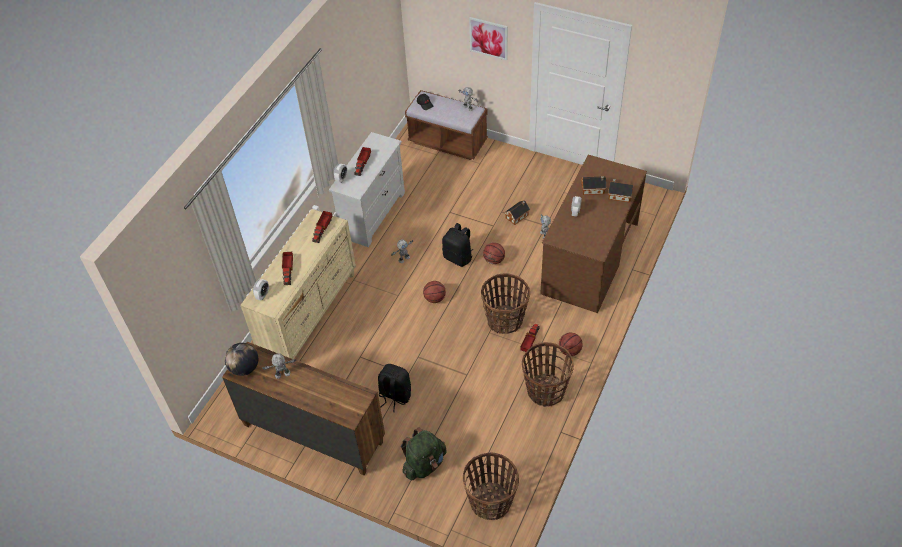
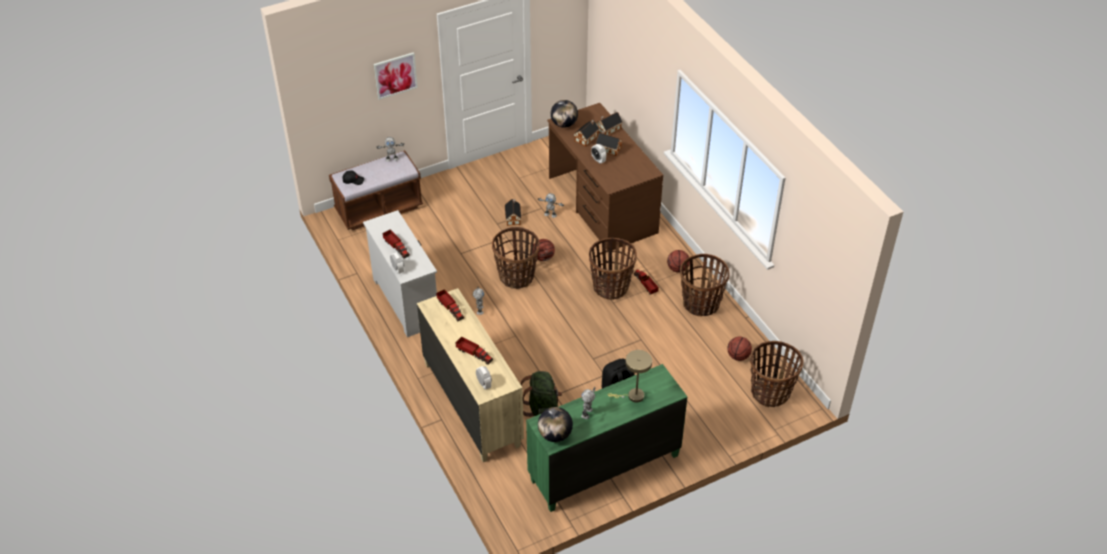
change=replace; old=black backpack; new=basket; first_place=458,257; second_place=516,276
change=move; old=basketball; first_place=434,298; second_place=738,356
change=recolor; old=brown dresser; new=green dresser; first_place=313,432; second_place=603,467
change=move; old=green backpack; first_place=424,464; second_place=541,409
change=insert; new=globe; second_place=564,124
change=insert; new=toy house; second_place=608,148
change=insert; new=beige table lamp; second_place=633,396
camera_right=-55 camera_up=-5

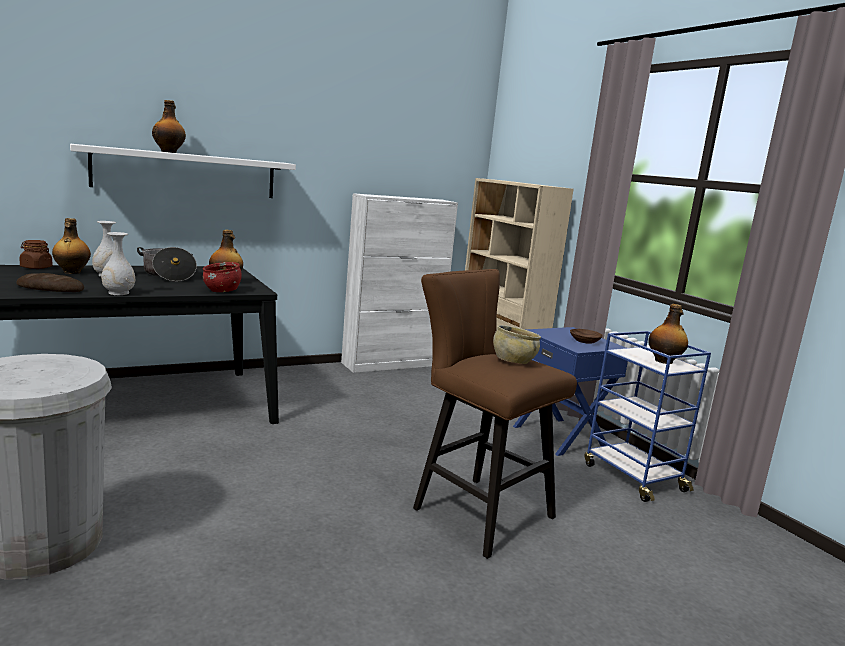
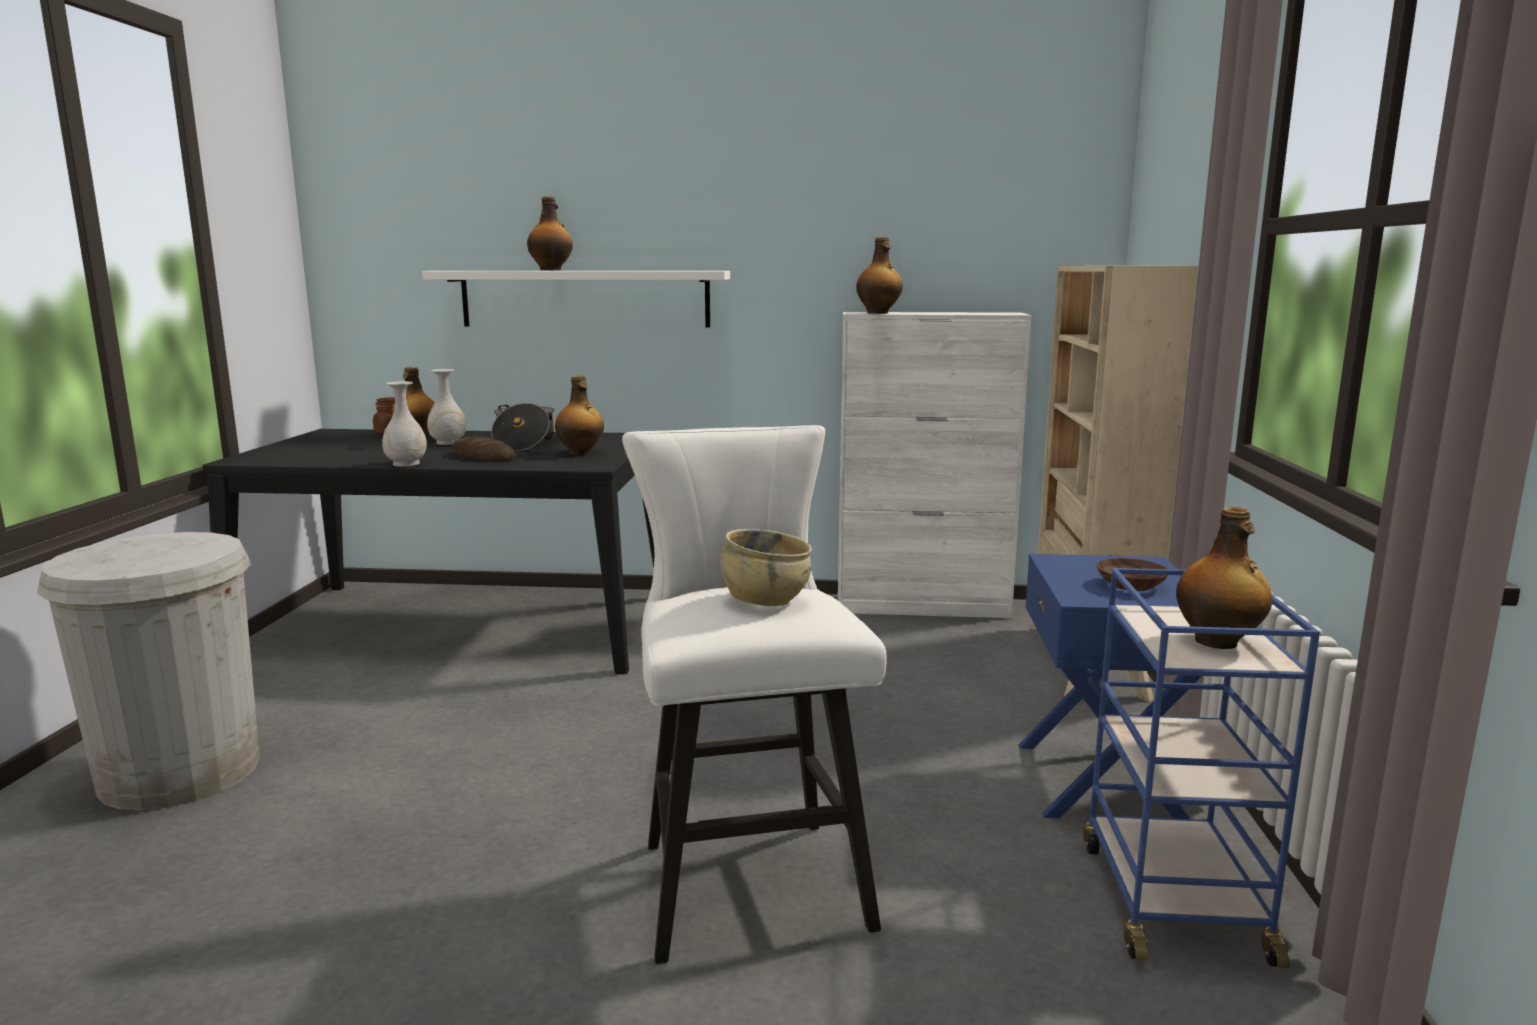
change=delete; old=red bowl; first_place=222,290
change=recolor; old=brown stool; new=white stool; first_place=475,510; second_place=747,875
change=move; old=bread; first_place=50,288; second_place=482,456
change=insert; new=bottle; second_place=878,313
camera_right=35 camera_up=0

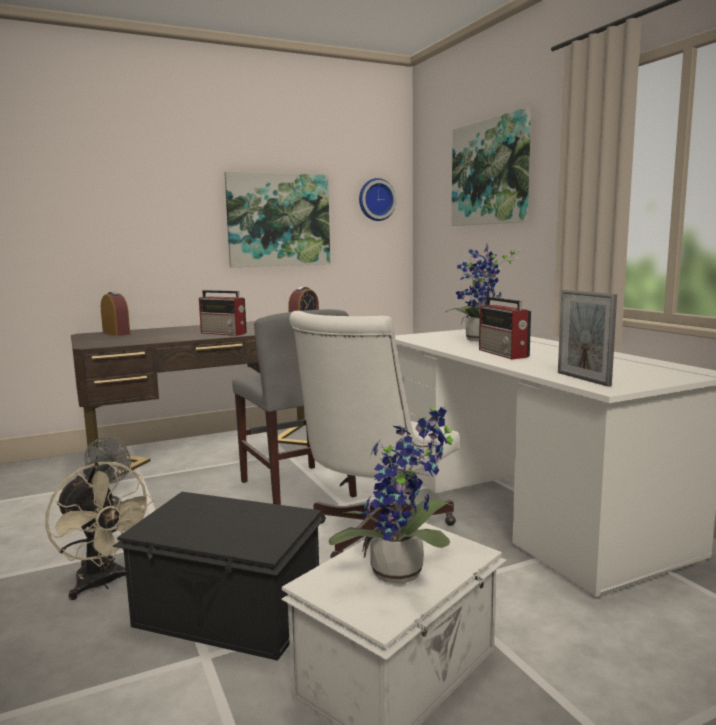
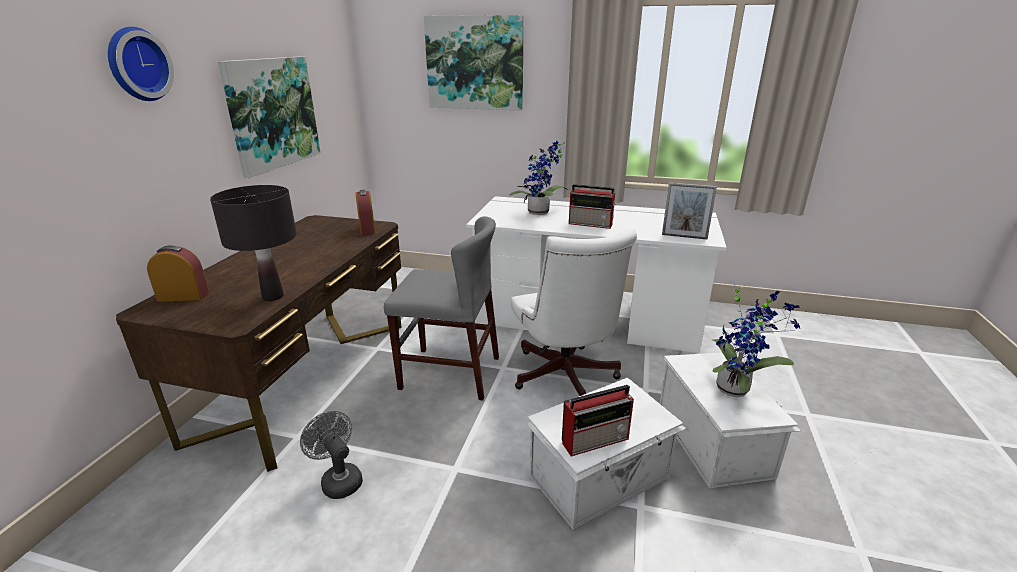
change=move; old=wall clock; first_place=376,200; second_place=136,64
change=move; old=radio; first_place=224,333; second_place=596,440
change=delete; old=beige fan; first_place=102,584
change=recolor; old=black storage box; new=white storage box; first_place=228,615; second_place=601,478
change=insert; new=black table lamp; second_place=273,296
camera_right=-50 camera_up=15

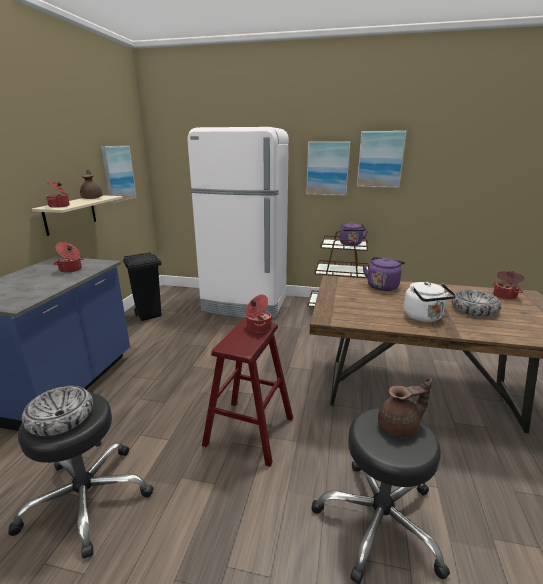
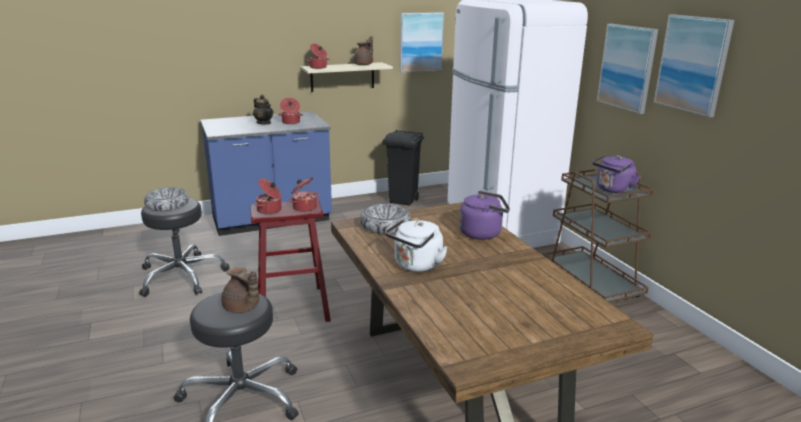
change=move; old=cooking pot; first_place=505,296; second_place=270,210
change=move; old=bowl; first_place=474,309; second_place=385,226
change=insert; new=teapot; second_place=264,123
camera_right=55 camera_up=0

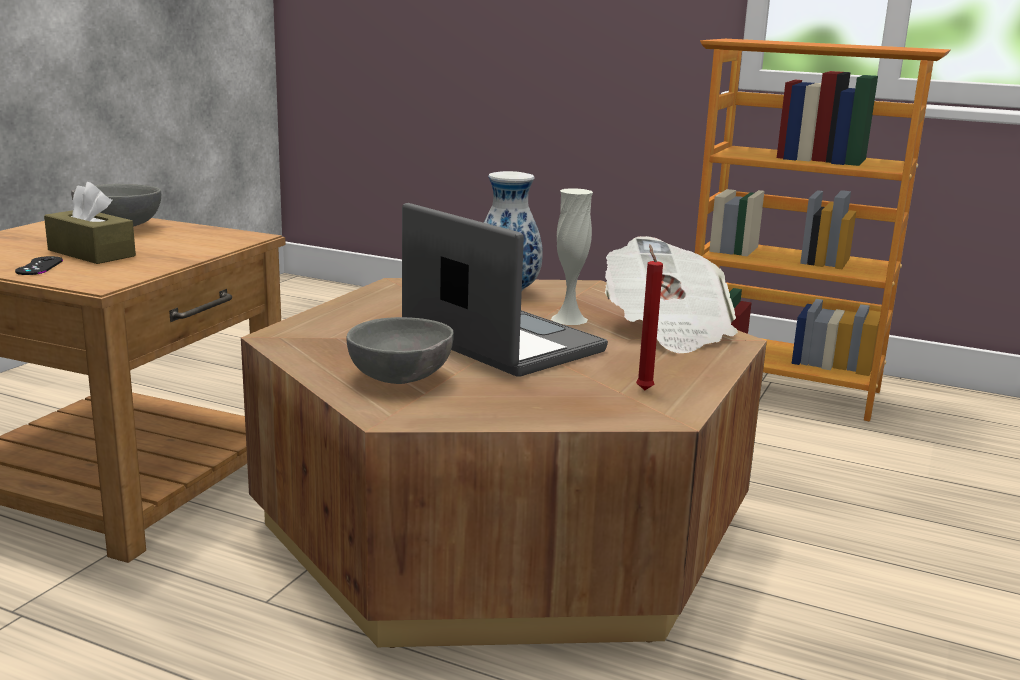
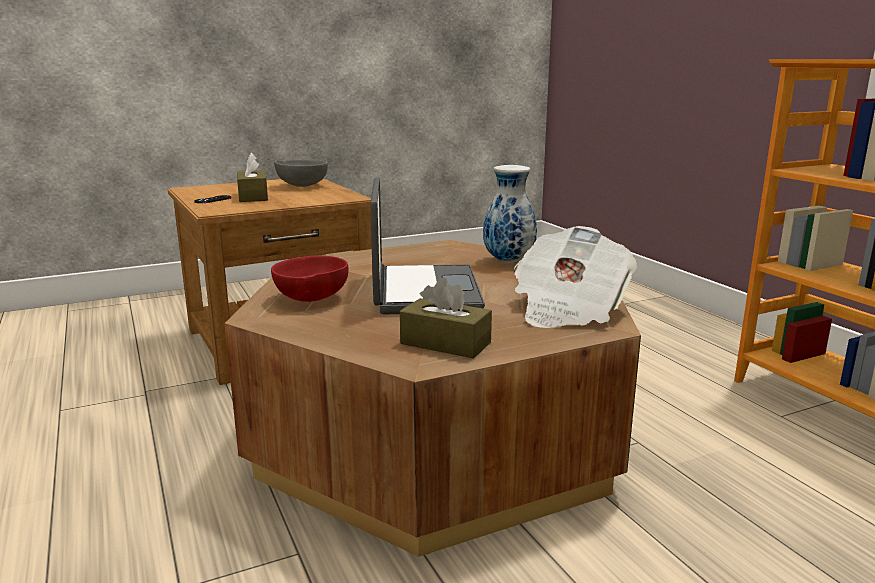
change=delete; old=white vase; first_place=569,319
change=replace; old=red candle; new=brown tissue box; first_place=643,389; second_place=445,343
change=recolor; old=grey bowl; new=red bowl; first_place=401,380; second_place=311,299
camera_right=40 camera_up=0

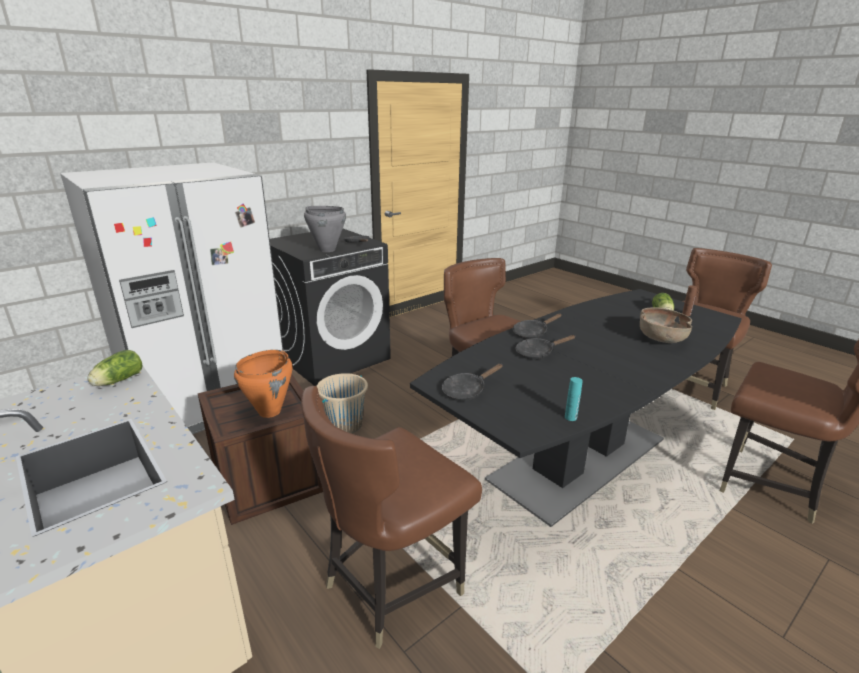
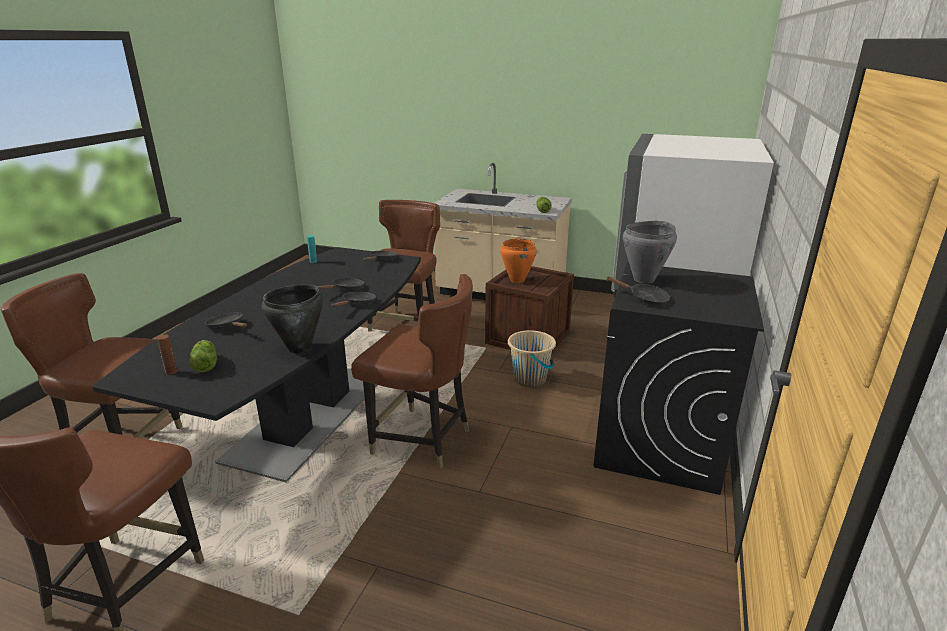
change=replace; old=brown bowl; new=black frying pan; first_place=660,339; second_place=227,326
change=insert; new=black cooking pot; second_place=300,348
camera_right=150 camera_up=0

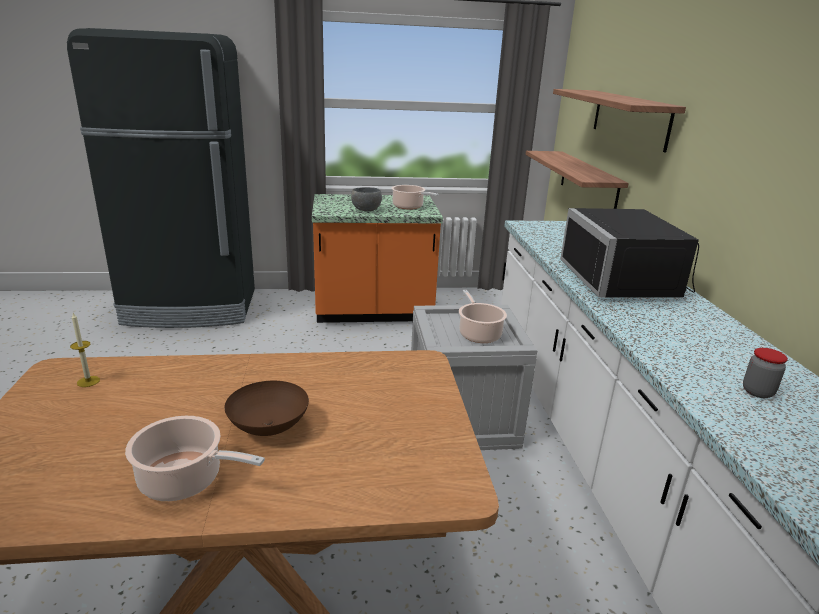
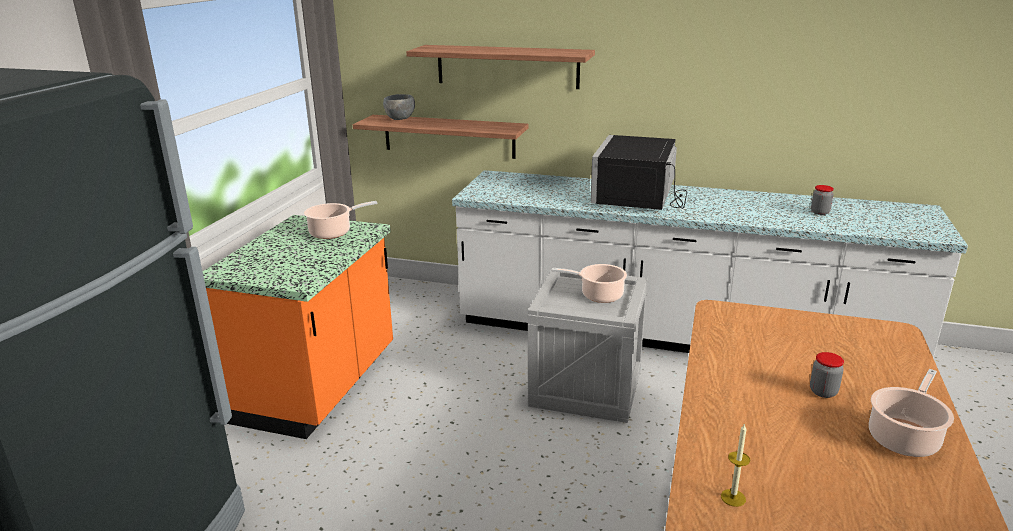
change=move; old=grey bowl; first_place=366,210; second_place=400,119
change=rotate; old=black microwave; first_place=626,281; second_place=640,196; degrees=90
change=replace; old=brown bowl; new=jar; first_place=269,427; second_place=823,392
camera_right=-65 camera_up=0

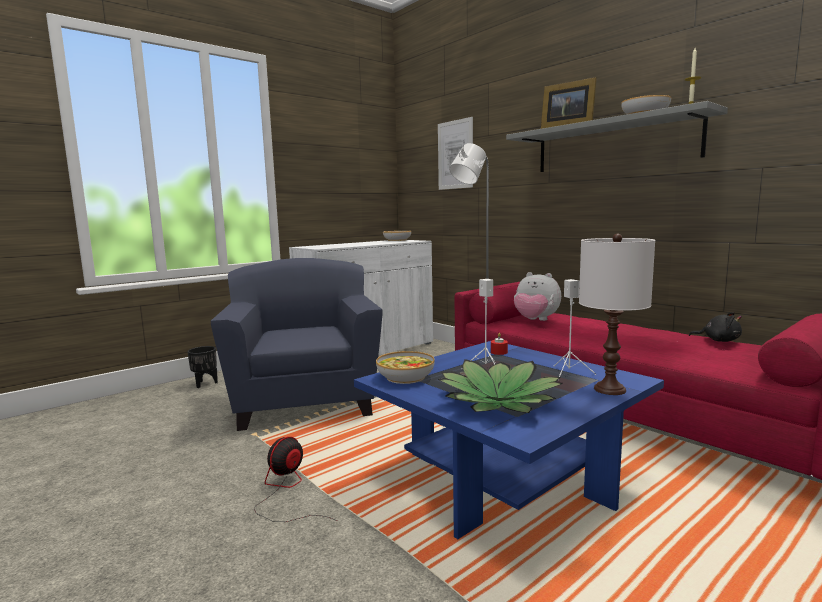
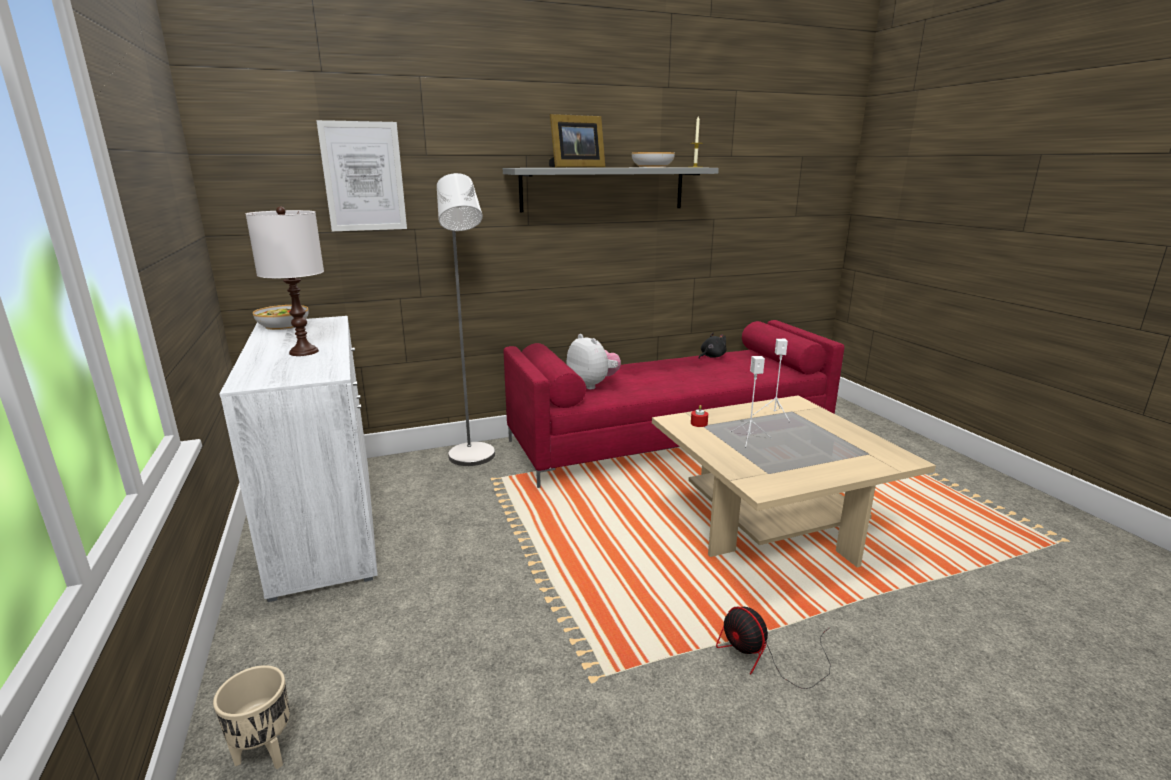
change=move; old=white table lamp; first_place=609,389; second_place=304,352
change=delete; old=blue armchair; first_place=305,400
change=rotate; old=plush toy; first_place=535,320; second_place=593,385; degrees=-90
change=recolor; old=blue coffee table; new=beige coffee table; first_place=504,479; second_place=771,522
change=recolor; old=black planter; new=beige planter; first_place=204,384; second_place=265,754
change=delete; old=bowl; first_place=405,377
change=delete; old=potted plant; first_place=498,400
camera_right=-70 camera_up=10

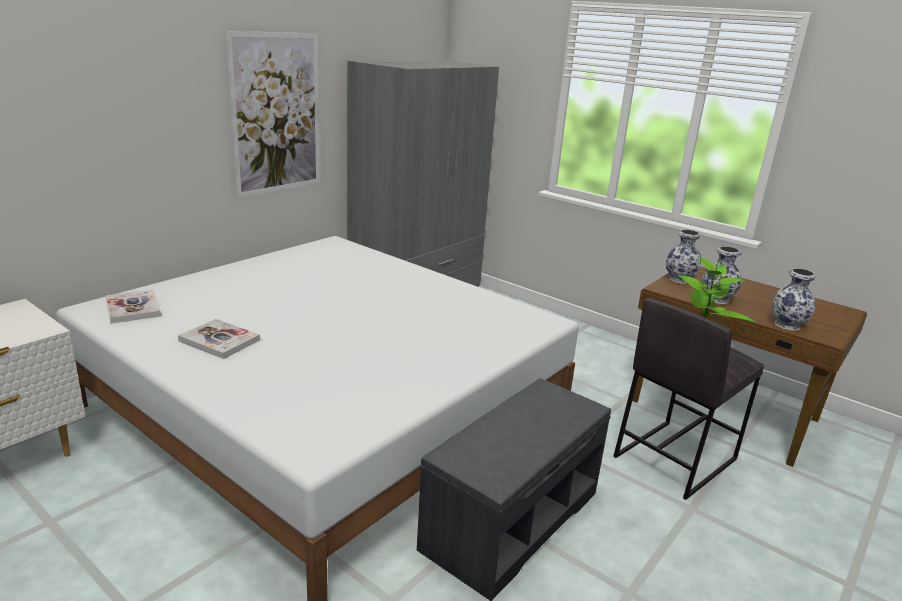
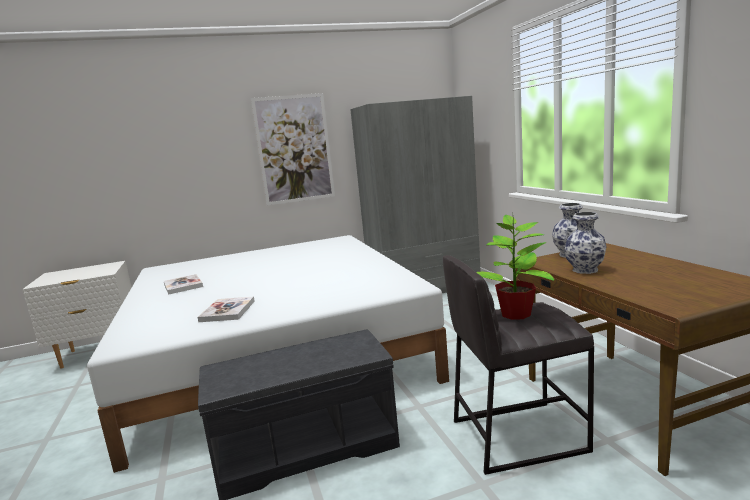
change=delete; old=vase; first_place=788,325
change=move; old=book; first_place=133,308; second_place=227,311
camera_right=35 camera_up=-10

